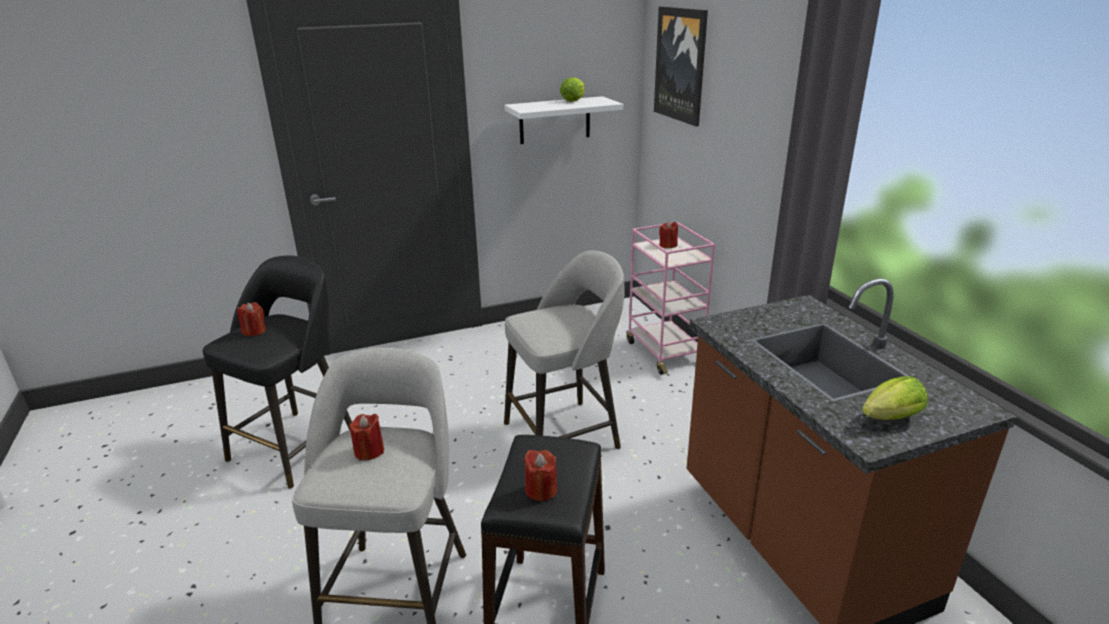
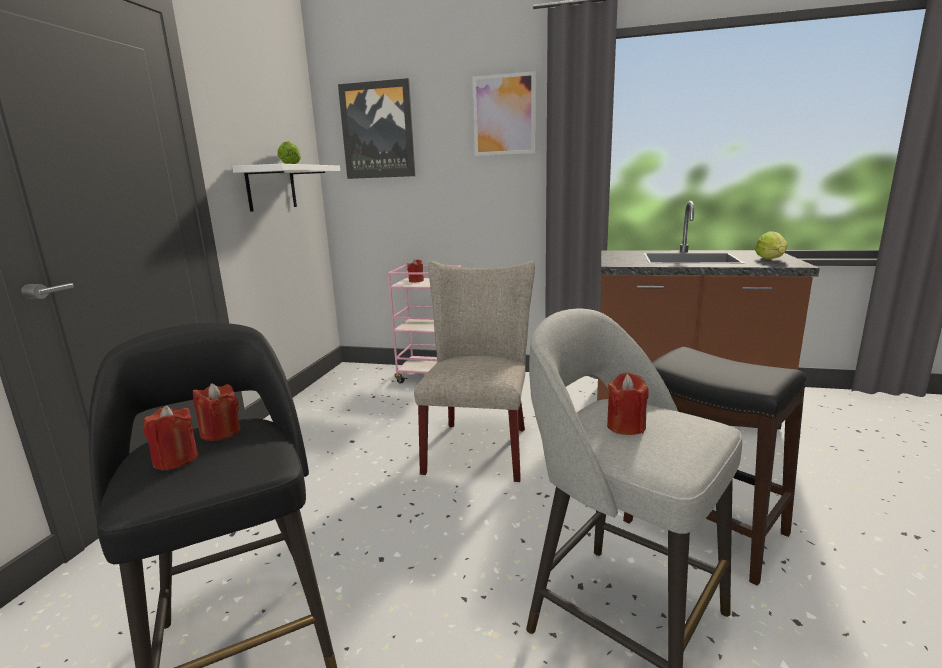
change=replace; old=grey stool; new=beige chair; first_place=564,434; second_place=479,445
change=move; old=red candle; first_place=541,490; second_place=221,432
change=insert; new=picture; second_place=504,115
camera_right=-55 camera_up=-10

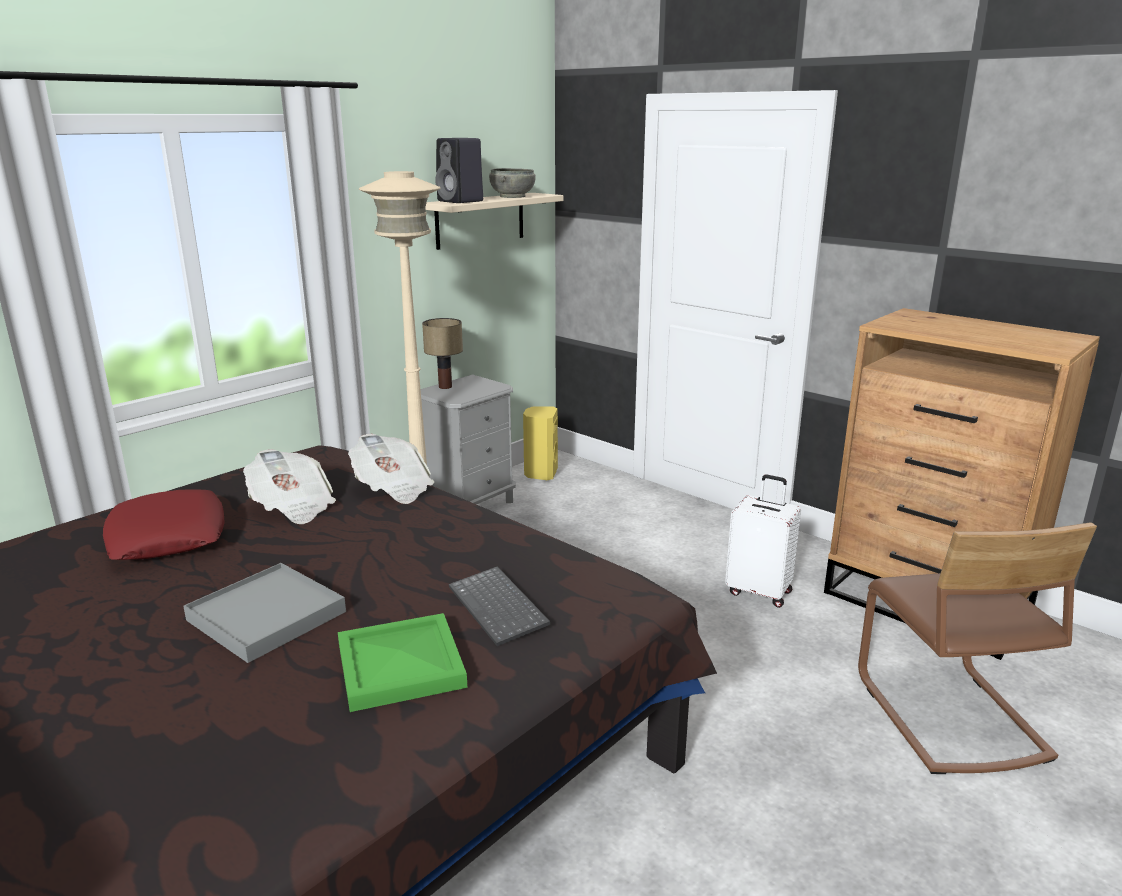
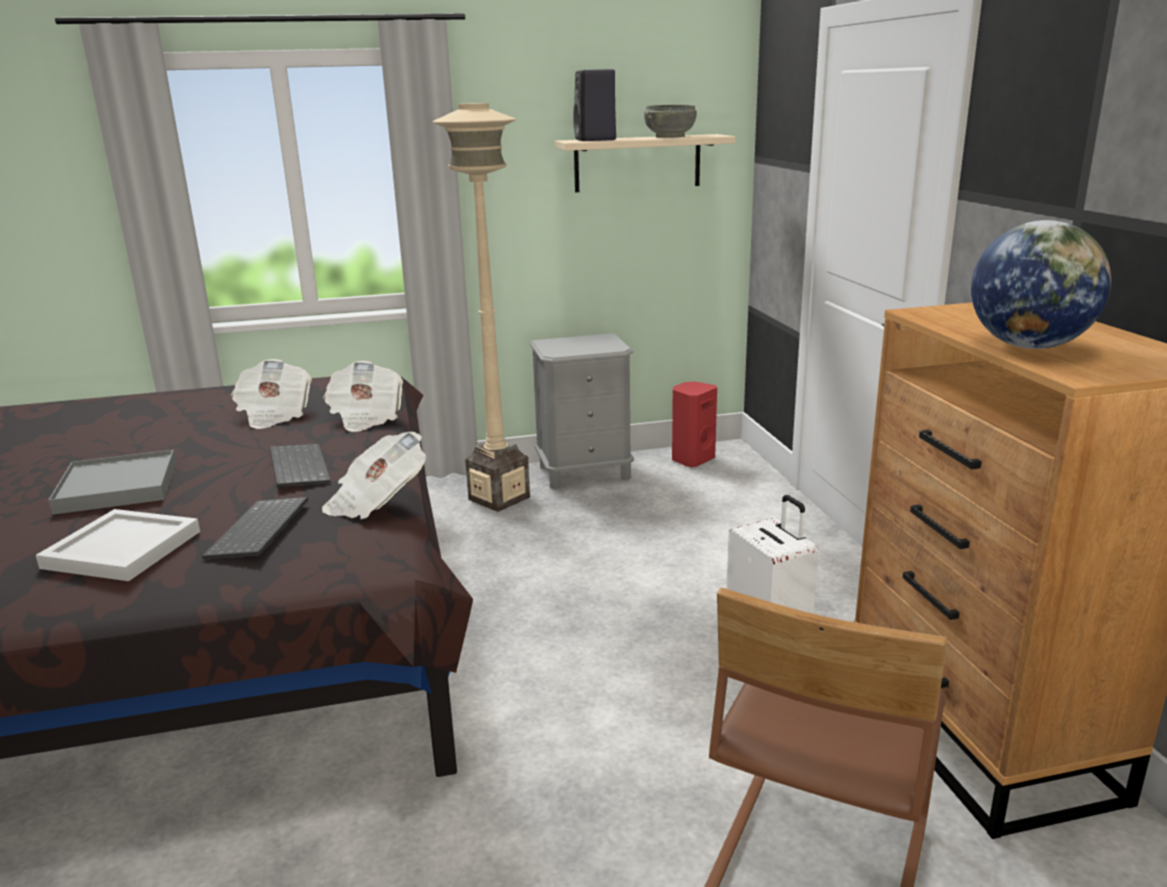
change=delete; old=table lamp; first_place=446,386
change=recolor; old=yellow speaker; new=red speaker; first_place=540,474; second_place=691,459
change=delete; old=red pillow; first_place=167,536
change=recolor; old=green tray; new=white tray; first_place=402,666; second_place=122,550
change=insert; new=globe; second_place=1029,346
change=insert; new=newspaper; second_place=376,501
change=insert; new=keyboard; second_place=297,467
camera_right=35 camera_up=0

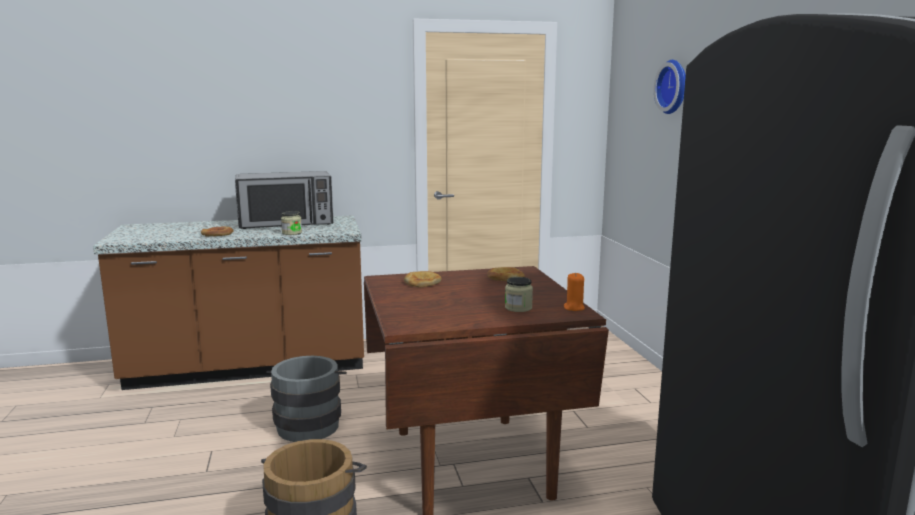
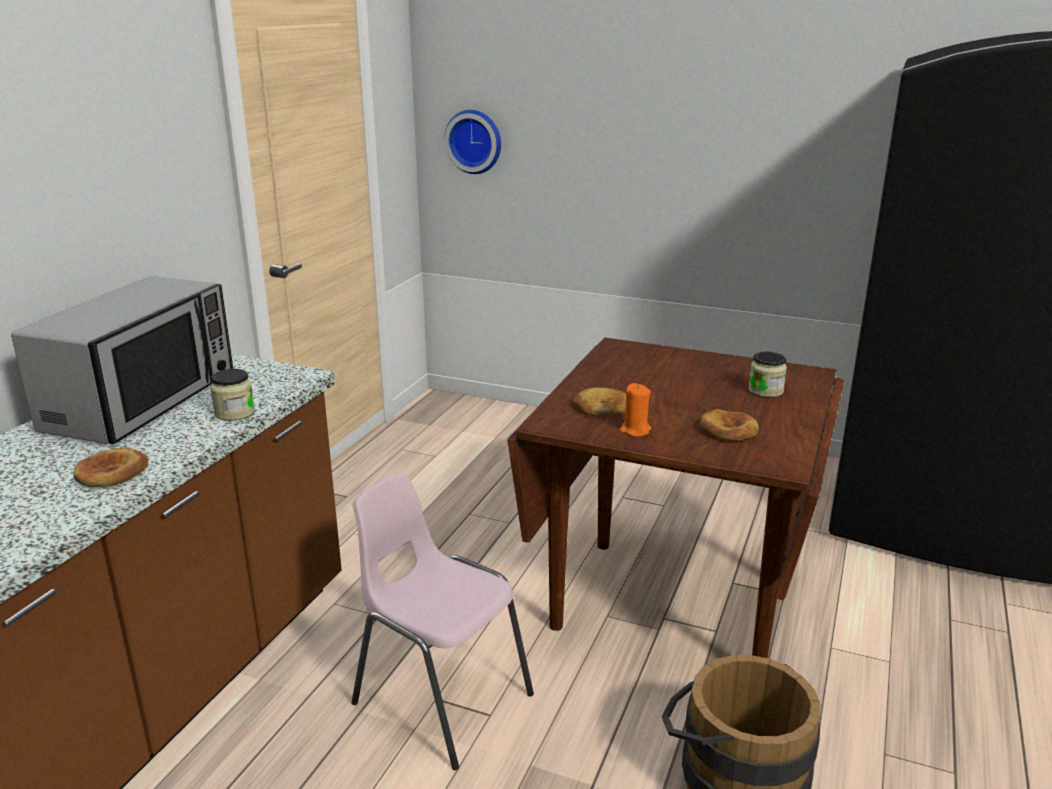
change=move; old=wall clock; first_place=674,87; second_place=475,141
change=move; old=bread; first_place=505,277; second_place=728,430
change=move; old=orange candle; first_place=574,308; second_place=635,430
change=replace; old=grey bucket; new=pink chair; first_place=309,423; second_place=441,699
camera_right=-55 camera_up=10

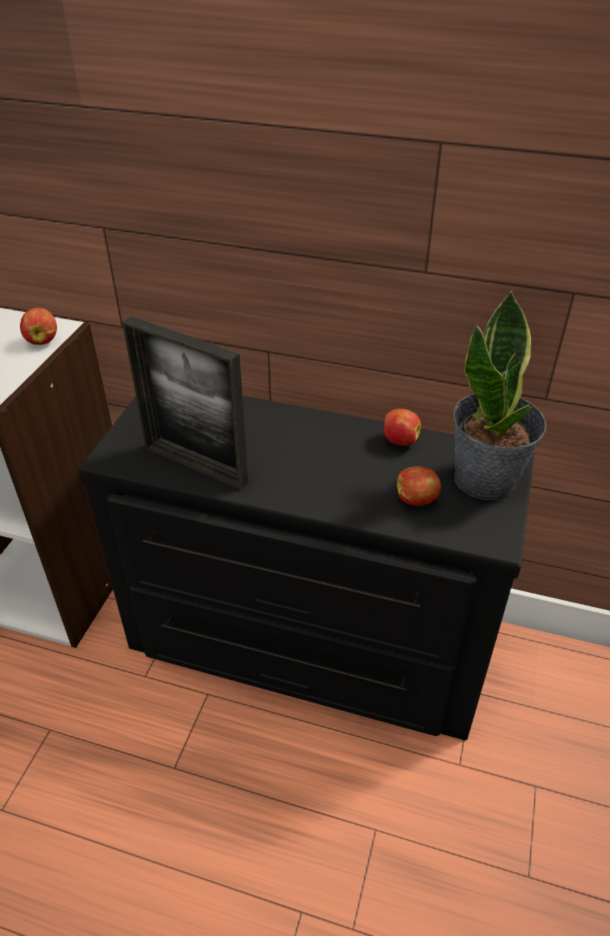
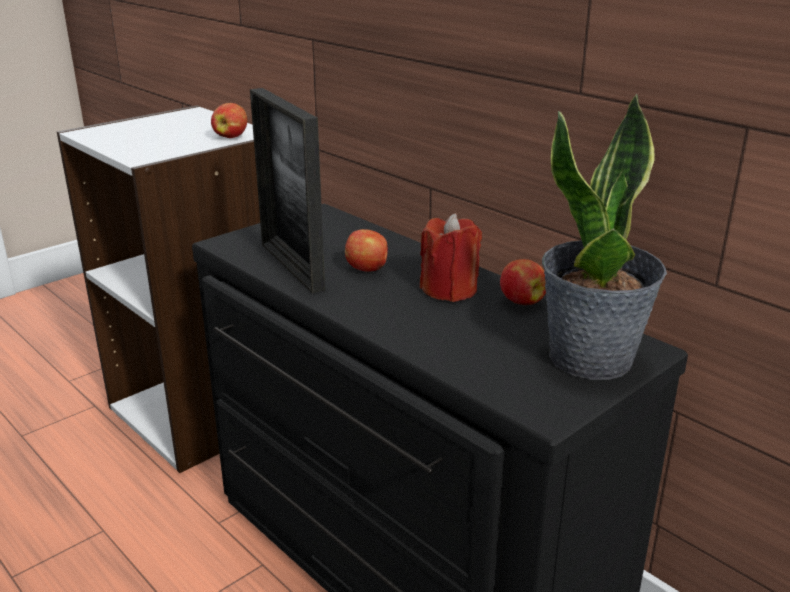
change=move; old=apple; first_place=417,500; second_place=368,269
change=insert; new=red candle; second_place=449,290
camera_right=30 camera_up=-15

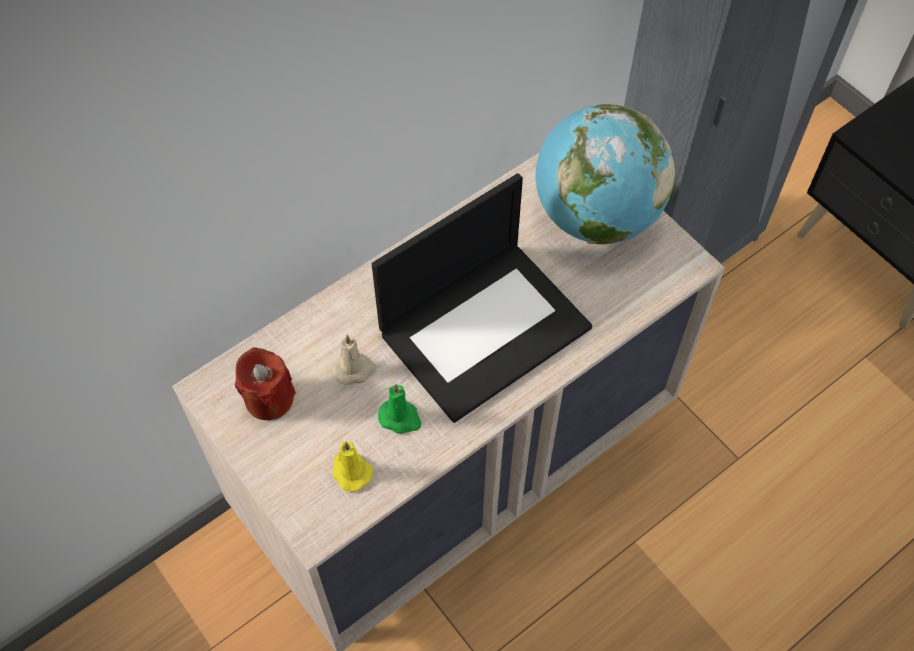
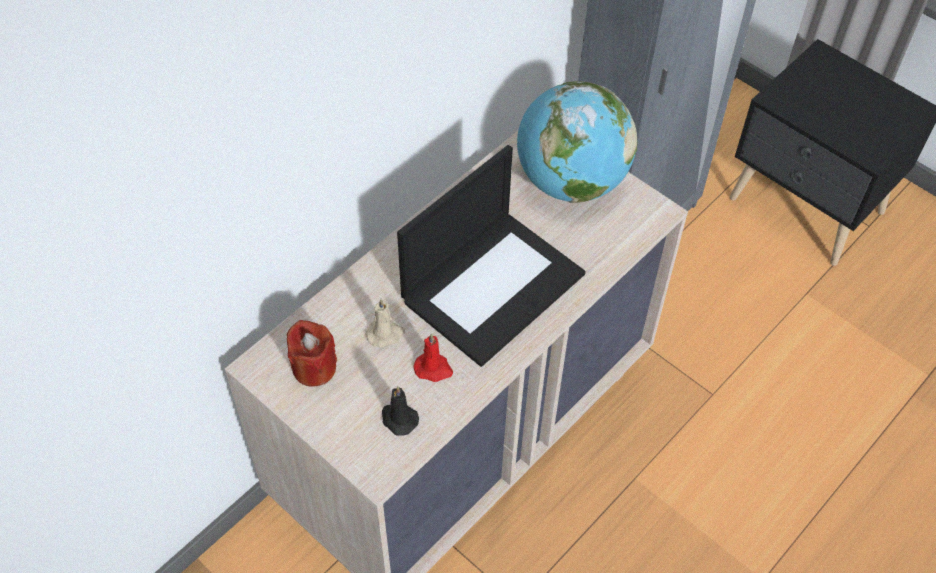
change=recolor; old=green candle; new=red candle; first_place=400,418; second_place=434,369
change=recolor; old=yellow candle; new=black candle; first_place=350,471; second_place=398,419
camera_right=-10 camera_up=-5

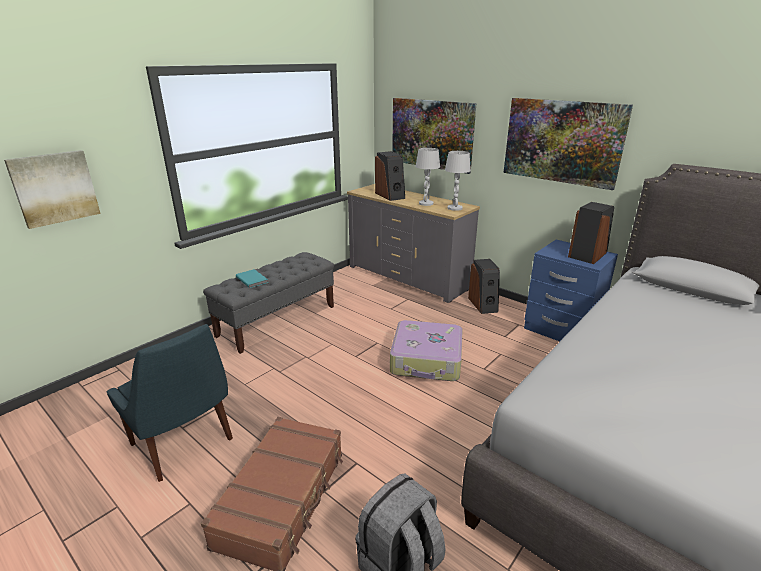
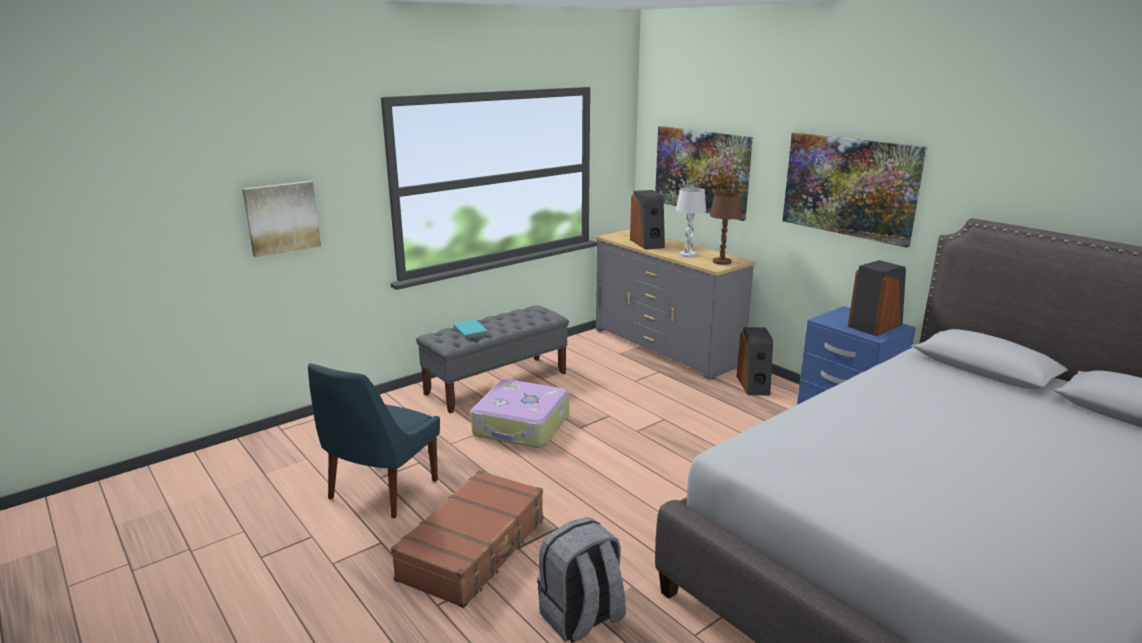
change=recolor; old=white table lamp; new=brown table lamp; first_place=454,208; second_place=721,262
change=move; old=suitcase; first_place=427,360; second_place=521,426
change=rotate; old=blue chair; first_place=184,444; second_place=380,491; degrees=60
camera_right=10 camera_up=-5

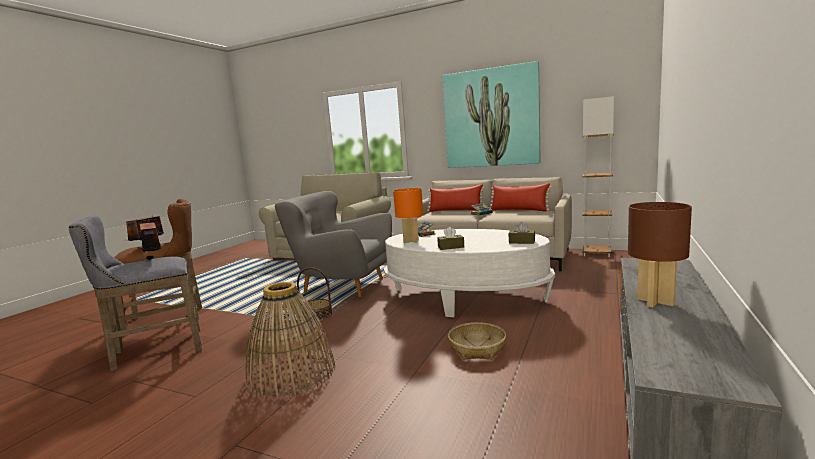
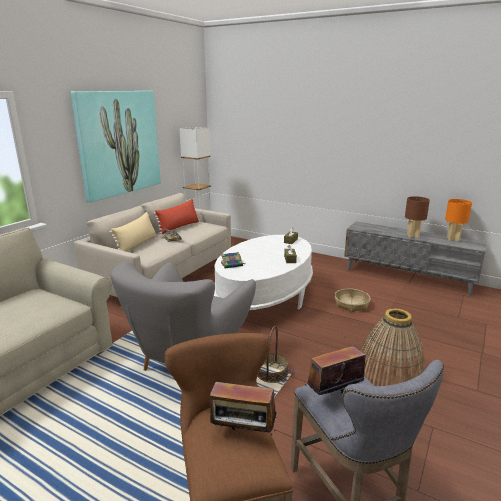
change=recolor; old=red pillow; new=beige pillow; first_place=455,210; second_place=137,244
change=move; old=orange table lamp; first_place=410,241; second_place=453,239
camera_right=-85 camera_up=10

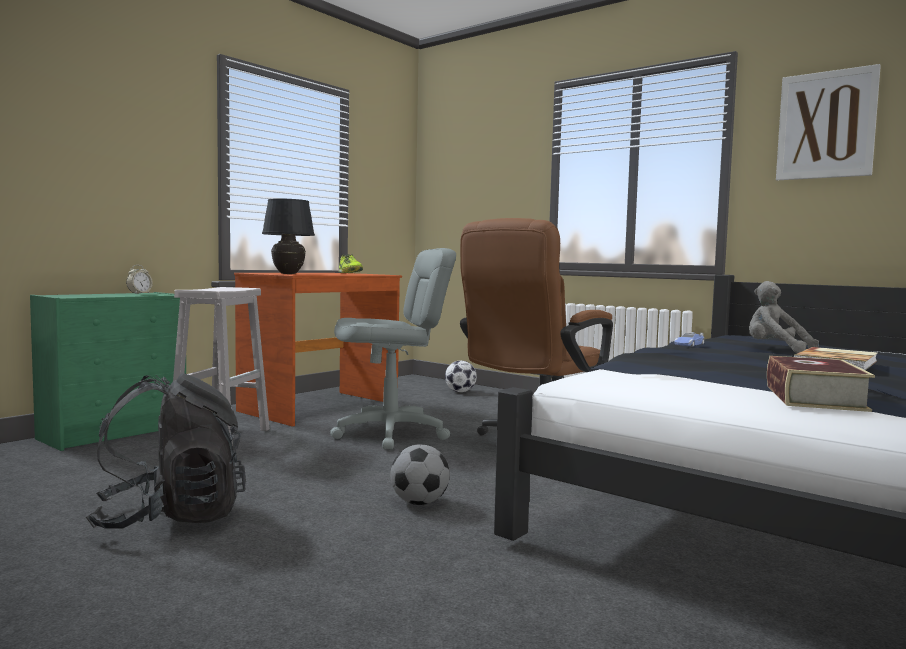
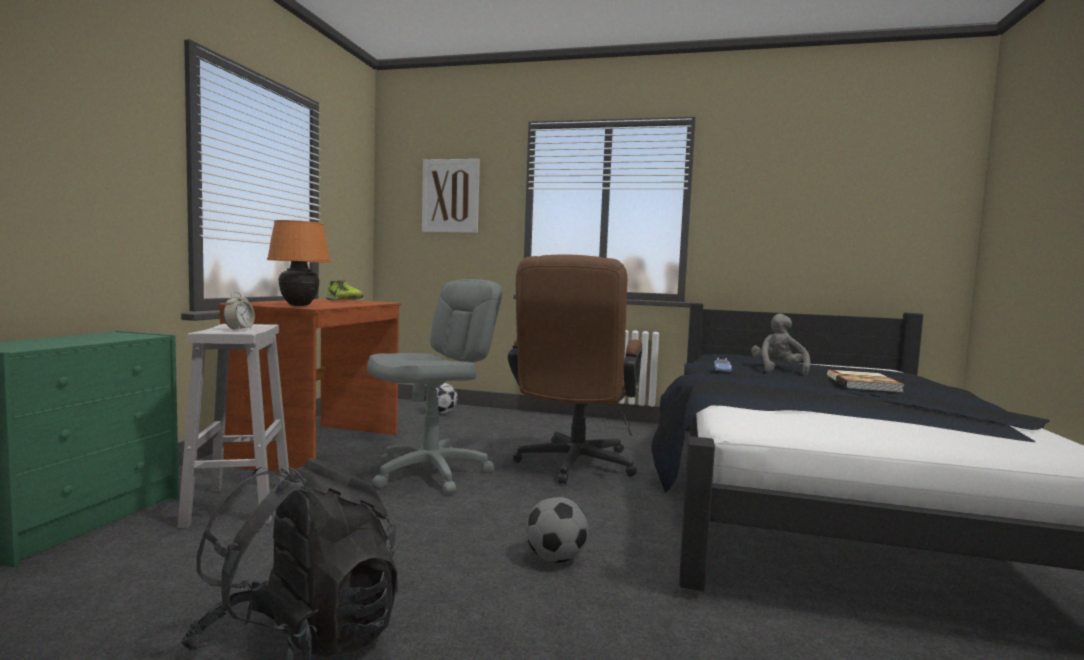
change=move; old=picture; first_place=826,125; second_place=450,196
change=recolor; old=black table lamp; new=orange table lamp; first_place=288,274; second_place=299,306
change=move; old=alarm clock; first_place=139,293; second_place=239,329
change=rotate; old=grey plush toy; first_place=775,350; second_place=778,370; degrees=75
change=delete; old=book; first_place=814,398
camera_right=-25 camera_up=0

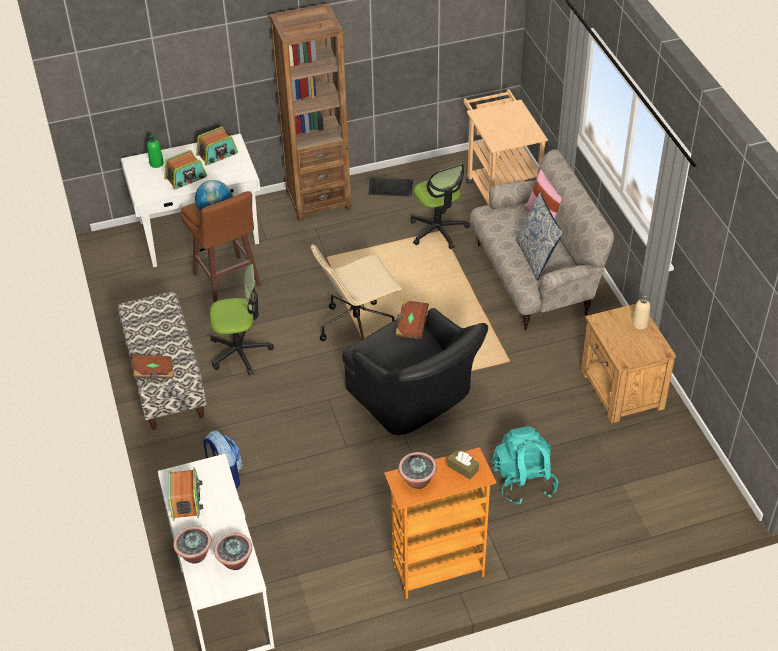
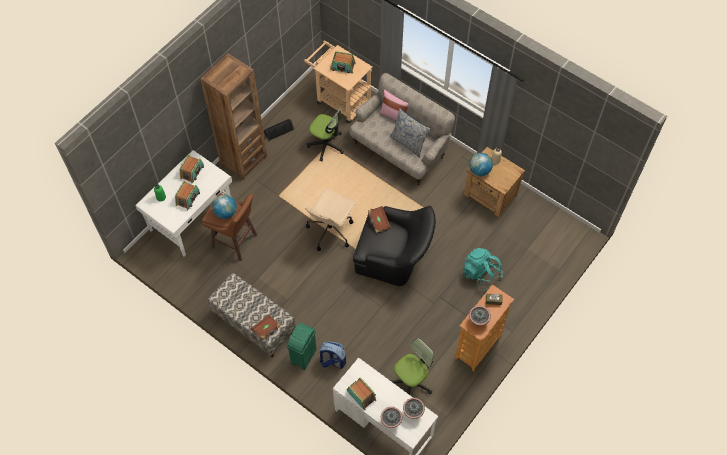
change=move; old=office chair; first_place=240,352; second_place=411,381
change=insert; new=radio; second_place=342,67
change=insert; new=globe; second_place=479,170
change=insert; new=green trash can; second_place=303,357
camera_right=-35 camera_up=15

